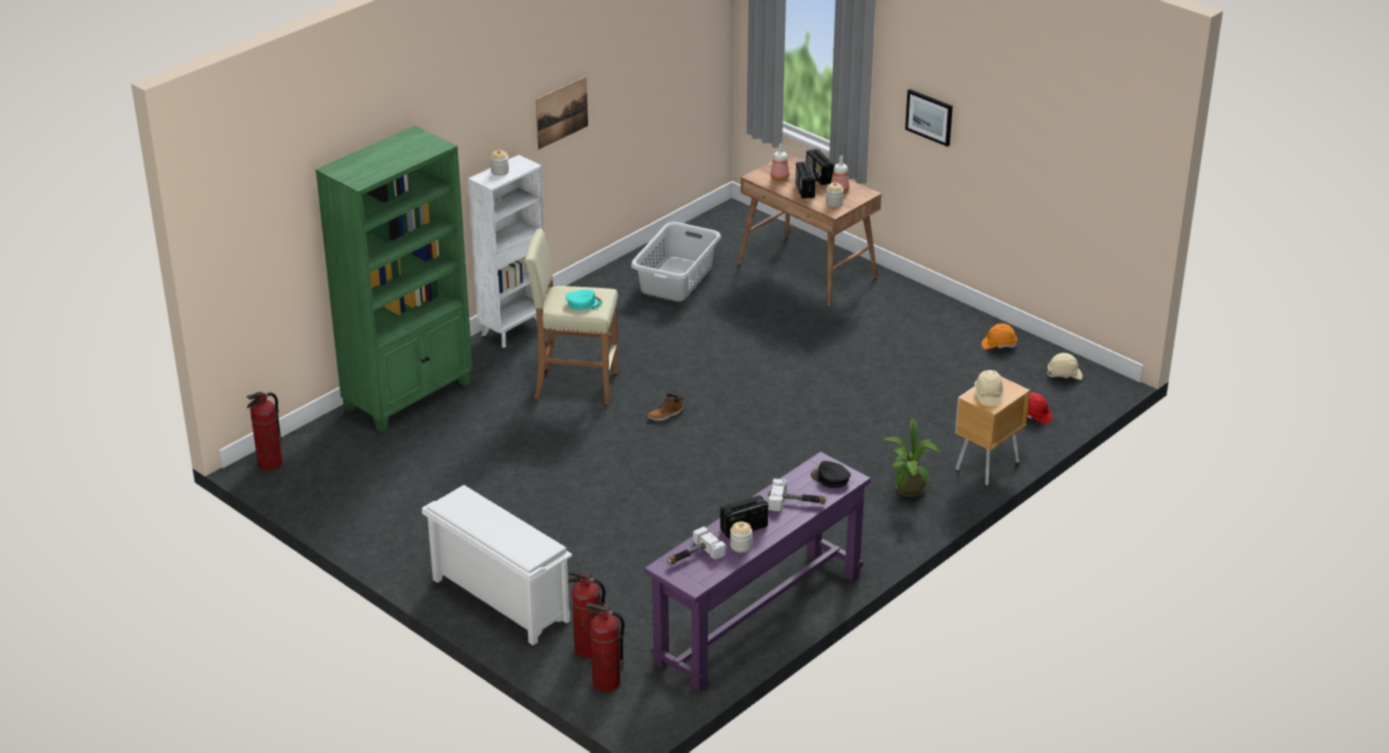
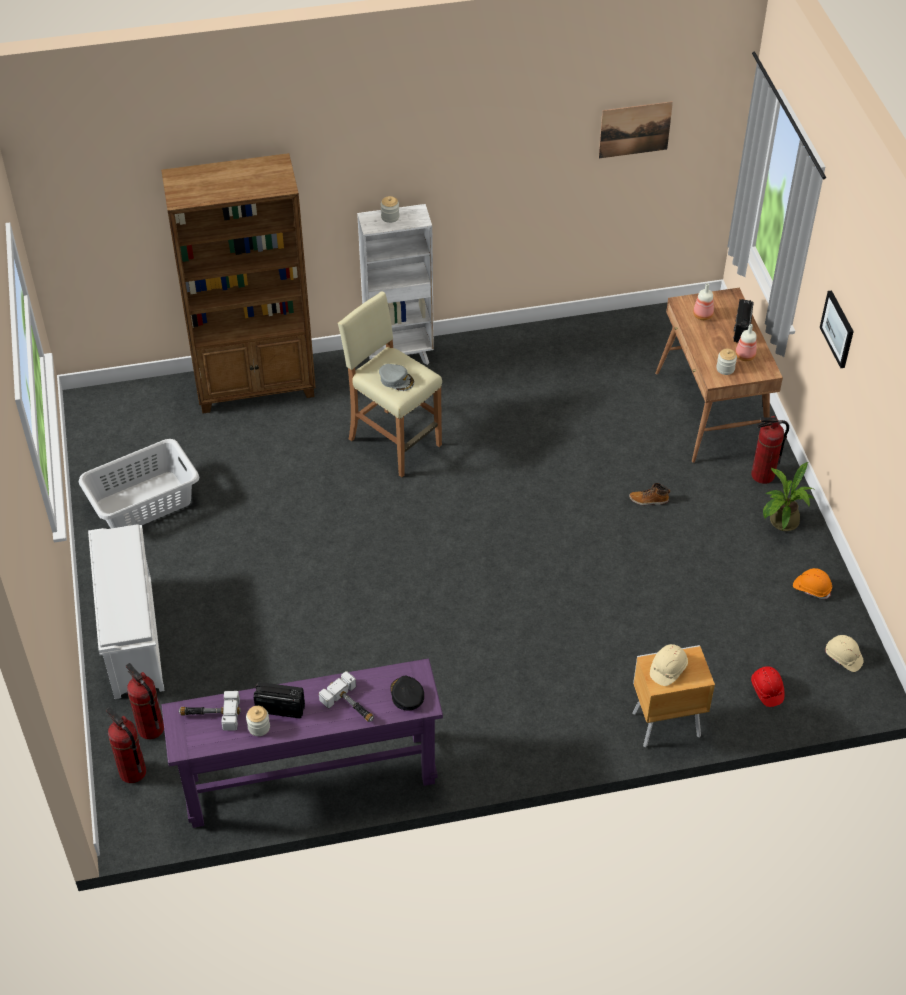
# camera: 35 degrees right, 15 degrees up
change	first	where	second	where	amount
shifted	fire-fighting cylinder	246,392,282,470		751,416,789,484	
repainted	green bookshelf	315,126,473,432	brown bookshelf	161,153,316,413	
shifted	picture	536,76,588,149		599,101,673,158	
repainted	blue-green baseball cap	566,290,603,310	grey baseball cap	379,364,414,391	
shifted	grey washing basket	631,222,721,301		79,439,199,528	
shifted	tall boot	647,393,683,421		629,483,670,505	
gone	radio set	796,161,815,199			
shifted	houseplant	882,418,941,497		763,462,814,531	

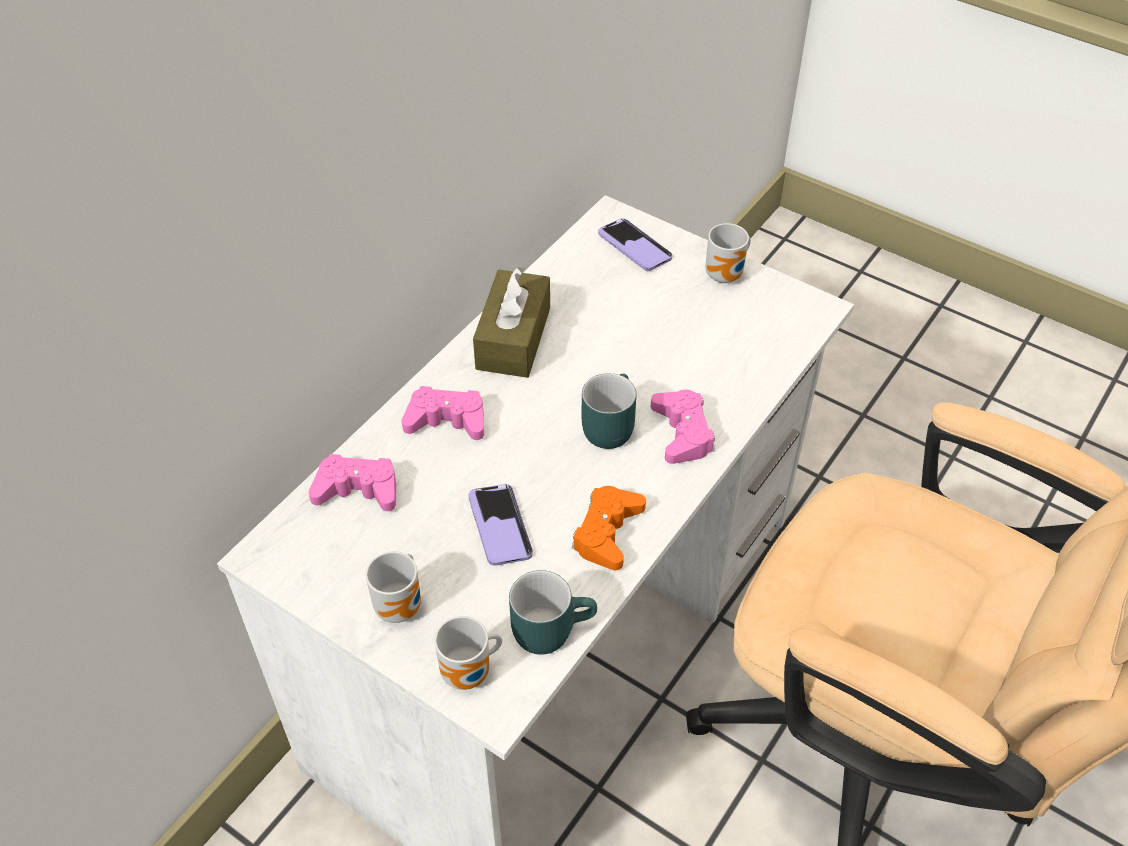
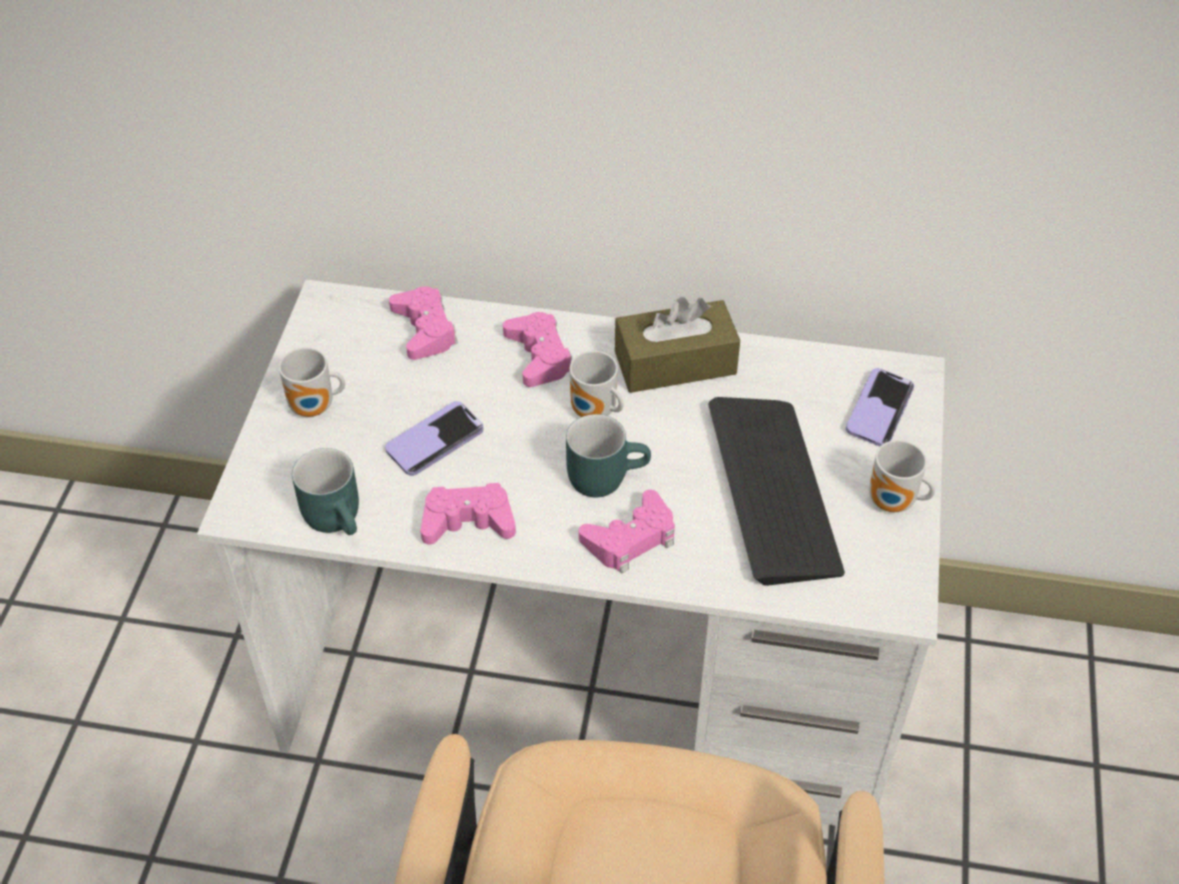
# camera: 65 degrees right, 0 degrees up
change	first	where	second	where	amount
shifted	mug	434,616,502,690		570,351,623,417	
repainted	orange-coloured joypad	572,486,646,570	pinkish joypad	420,483,516,545	
new			keyboard	708,397,845,586	

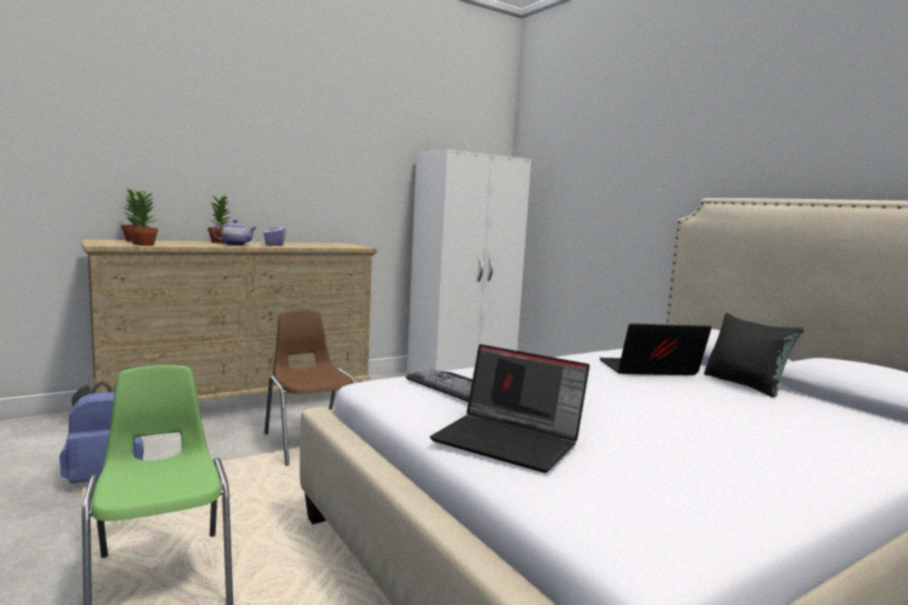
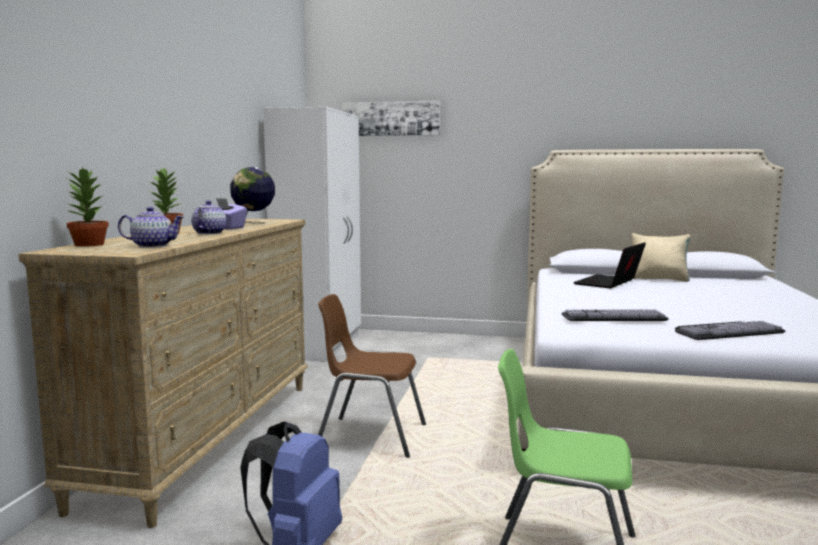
# camera: 45 degrees left, 0 degrees up
change	first	where	second	where	amount
swapped	houseplant	128,189,159,245	pot for tea	118,207,184,248	
swapped	laptop	430,344,590,473	keyboard	675,321,786,340	
repainted	black throw pillow	704,313,804,397	beige-coloured throw pillow	632,233,690,282	
new			desk globe	230,167,275,224	
new			picture	342,101,440,136	

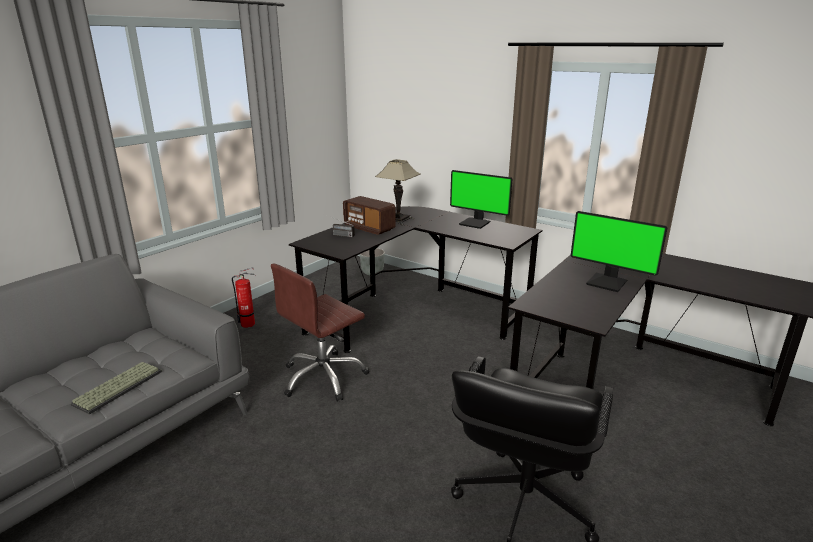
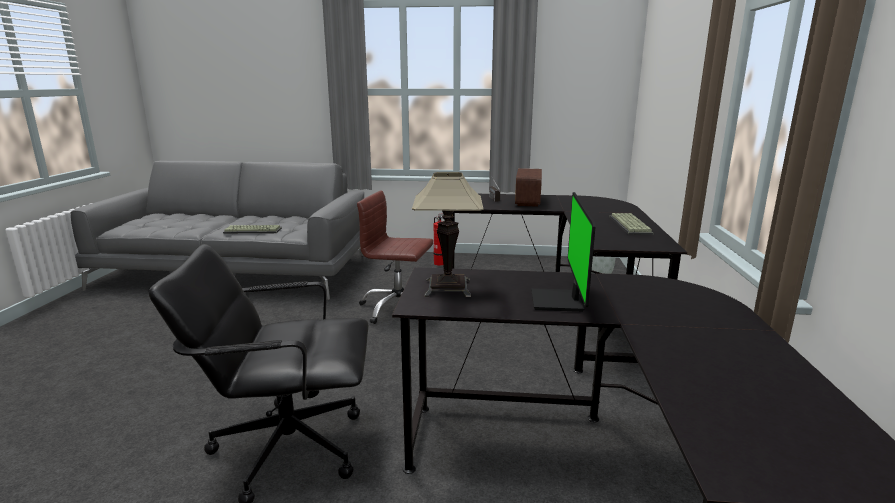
# camera: 60 degrees right, 5 degrees down
change	first	where	second	where	amount
shifted	tabletop lamp	375,159,421,225		412,172,483,297	
swapped	monitor	450,170,512,229	keyboard	610,213,653,235	

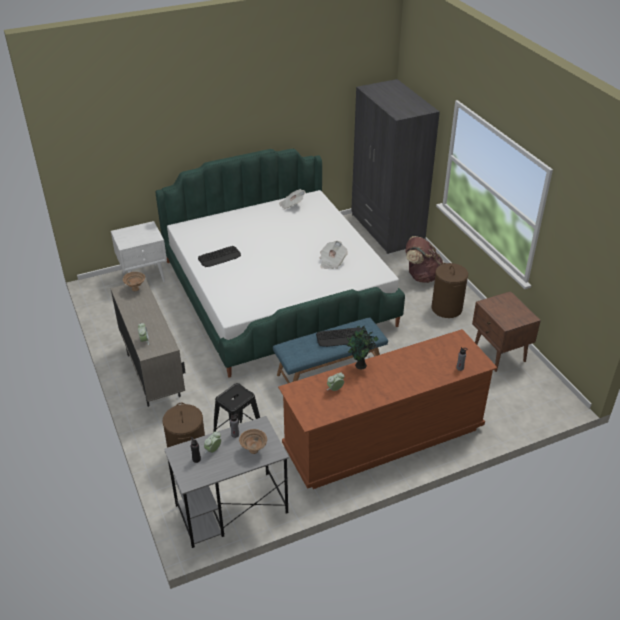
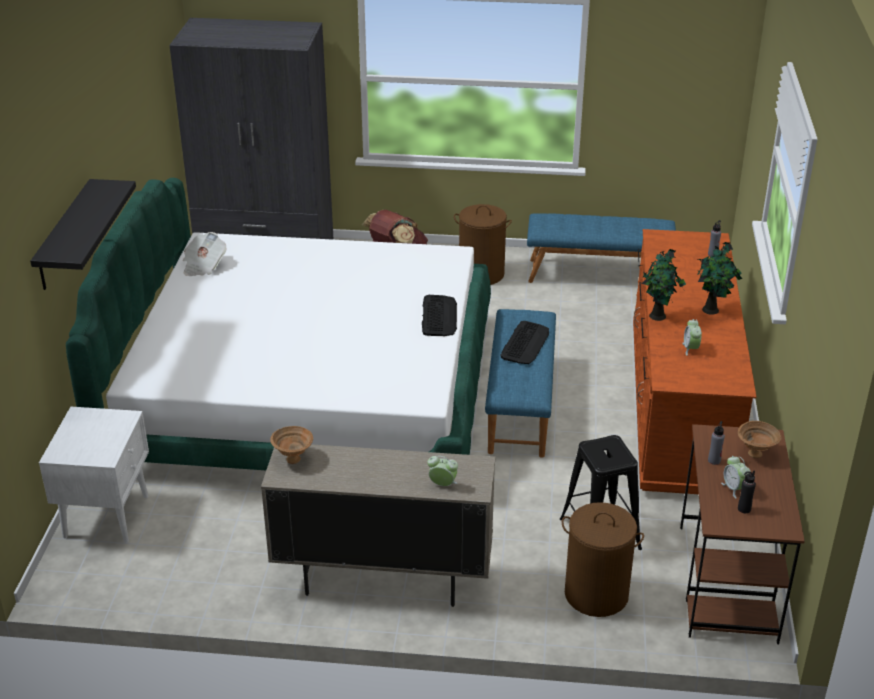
# camera: 60 degrees left, 5 degrees down
change	first	where	second	where	amount
repainted	grey desk unit	164,416,289,548	brown desk unit	680,424,805,644	
shifted	keyboard	198,246,241,267		422,295,457,336	
gone	daily paper	320,241,348,269			
swapped	brown nightstand	472,291,541,372	blue indoor bench	527,213,676,283	
new			black bracket shelf	30,179,136,290	
new			houseplant	697,242,742,315	

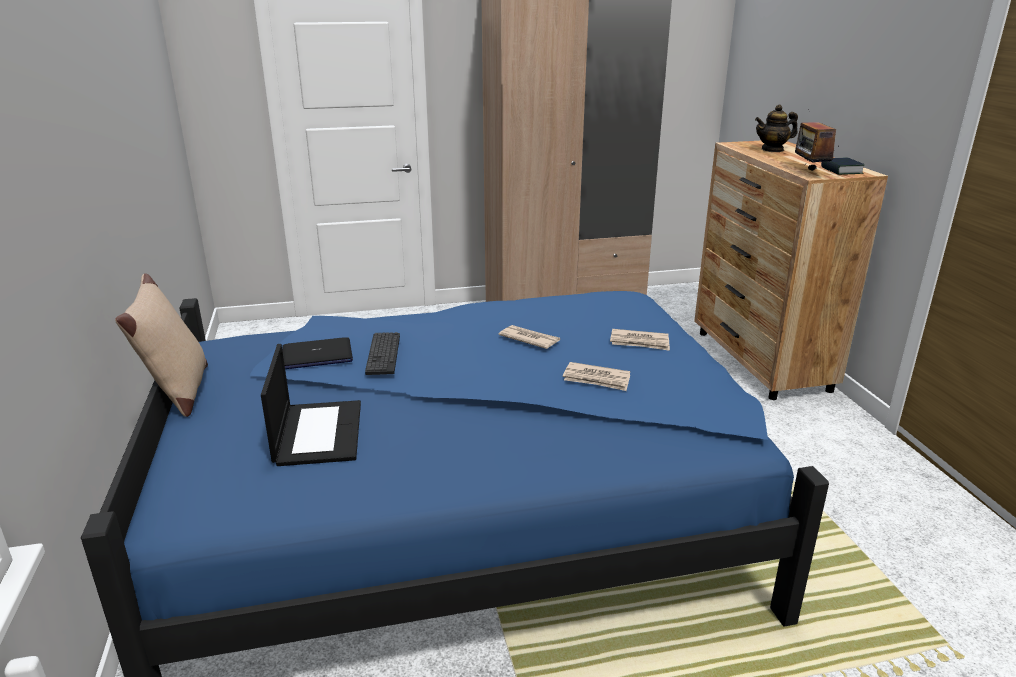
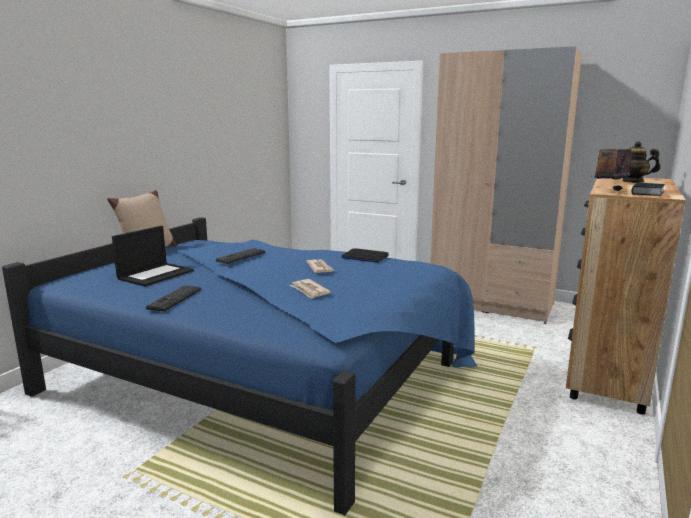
# camera: 40 degrees right, 10 degrees down
change	first	where	second	where	amount
shifted	laptop	282,337,353,369		341,248,389,263	
gone	daily paper	610,329,670,351			
new			keyboard	146,285,201,311	

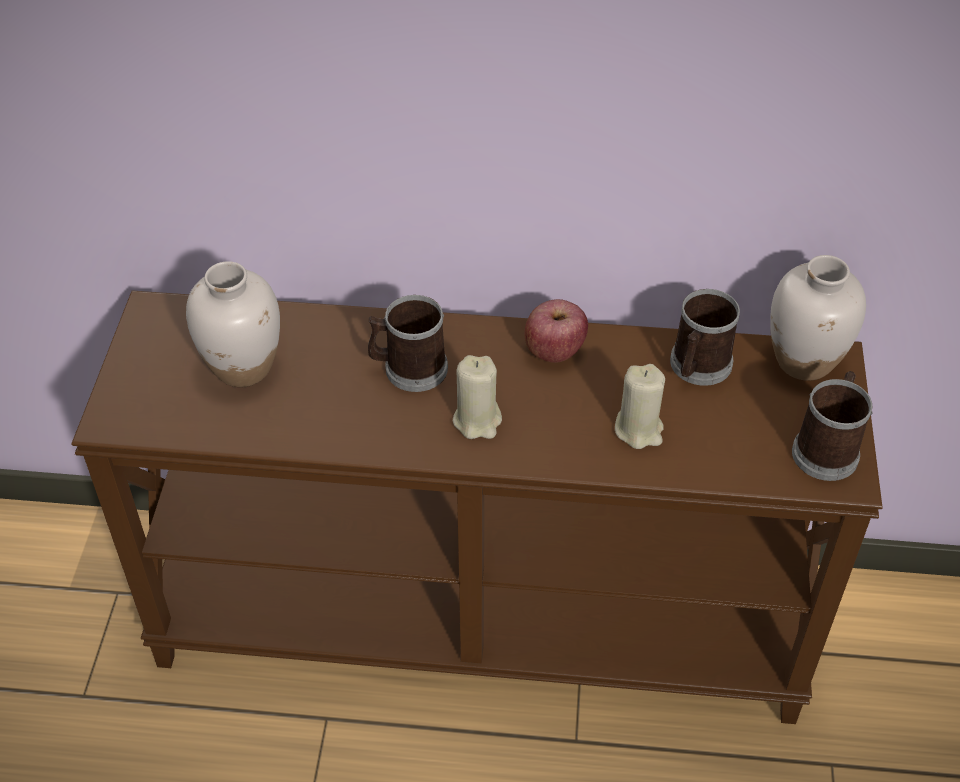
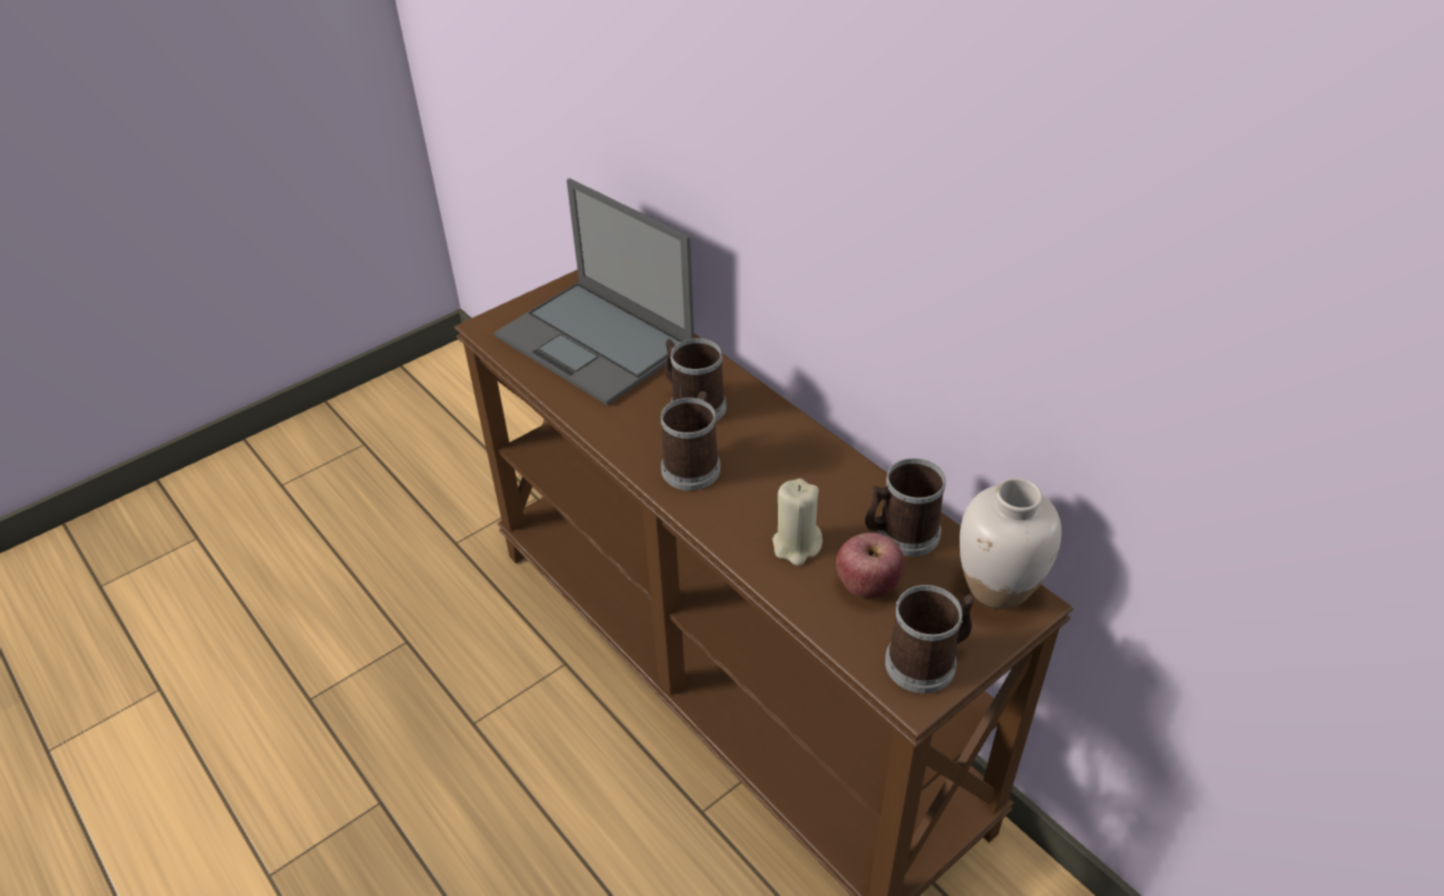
# camera: 45 degrees right, 5 degrees down
change	first	where	second	where	amount
swapped	whitish decorative vase	186,261,280,387	laptop	494,178,694,405	
swapped	beige-coloured wax candle	453,355,502,439	mug	661,391,721,491	
shifted	whole apple	524,299,588,363		836,532,904,598	

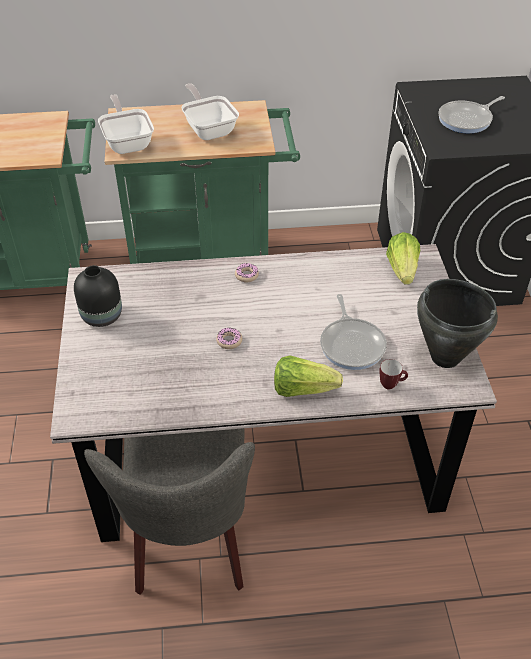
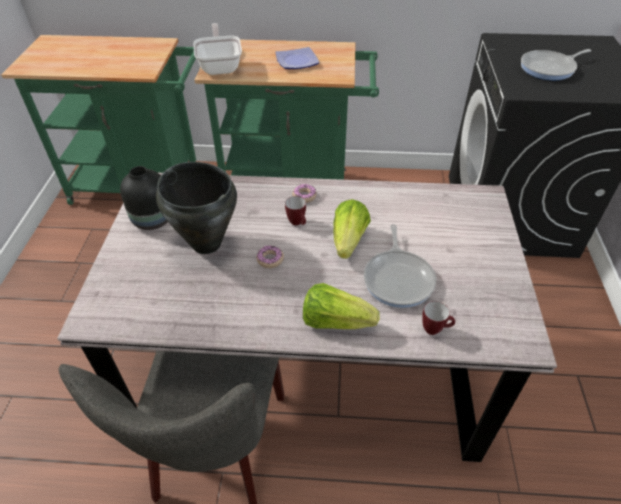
# camera: 10 degrees right, 0 degrees up
change	first	where	second	where	amount
swapped	frying pan	181,83,239,140	dinner plate	275,47,319,69	
shifted	lettuce	386,232,420,285		333,199,371,259	
shifted	black stockpot	417,279,498,368		156,162,237,254	
new			mug	285,196,306,225	

